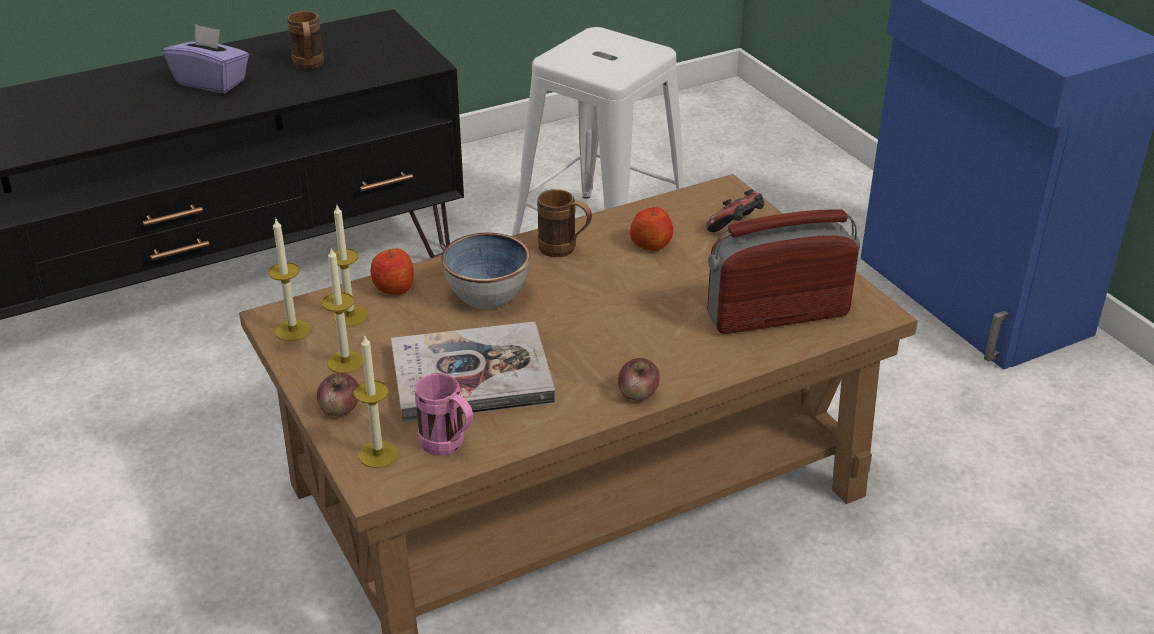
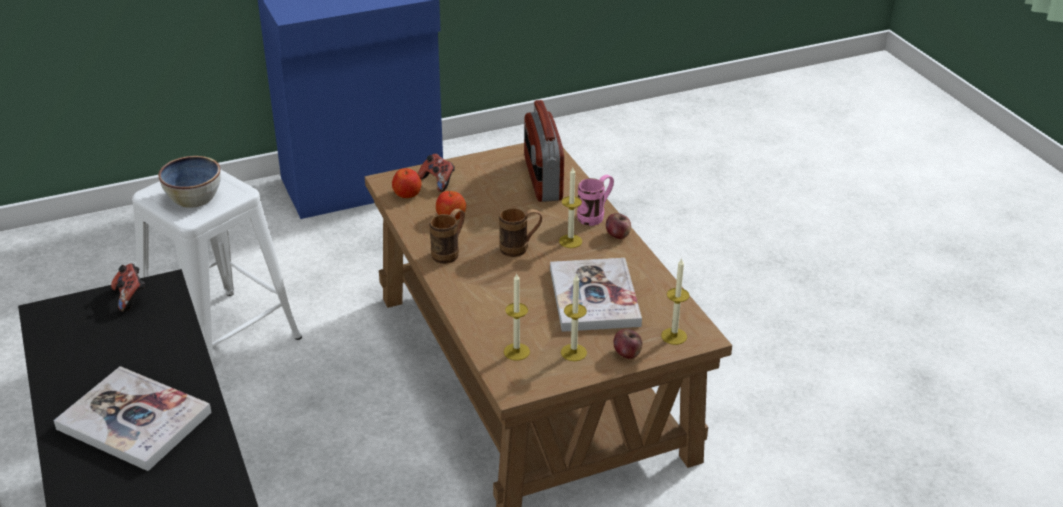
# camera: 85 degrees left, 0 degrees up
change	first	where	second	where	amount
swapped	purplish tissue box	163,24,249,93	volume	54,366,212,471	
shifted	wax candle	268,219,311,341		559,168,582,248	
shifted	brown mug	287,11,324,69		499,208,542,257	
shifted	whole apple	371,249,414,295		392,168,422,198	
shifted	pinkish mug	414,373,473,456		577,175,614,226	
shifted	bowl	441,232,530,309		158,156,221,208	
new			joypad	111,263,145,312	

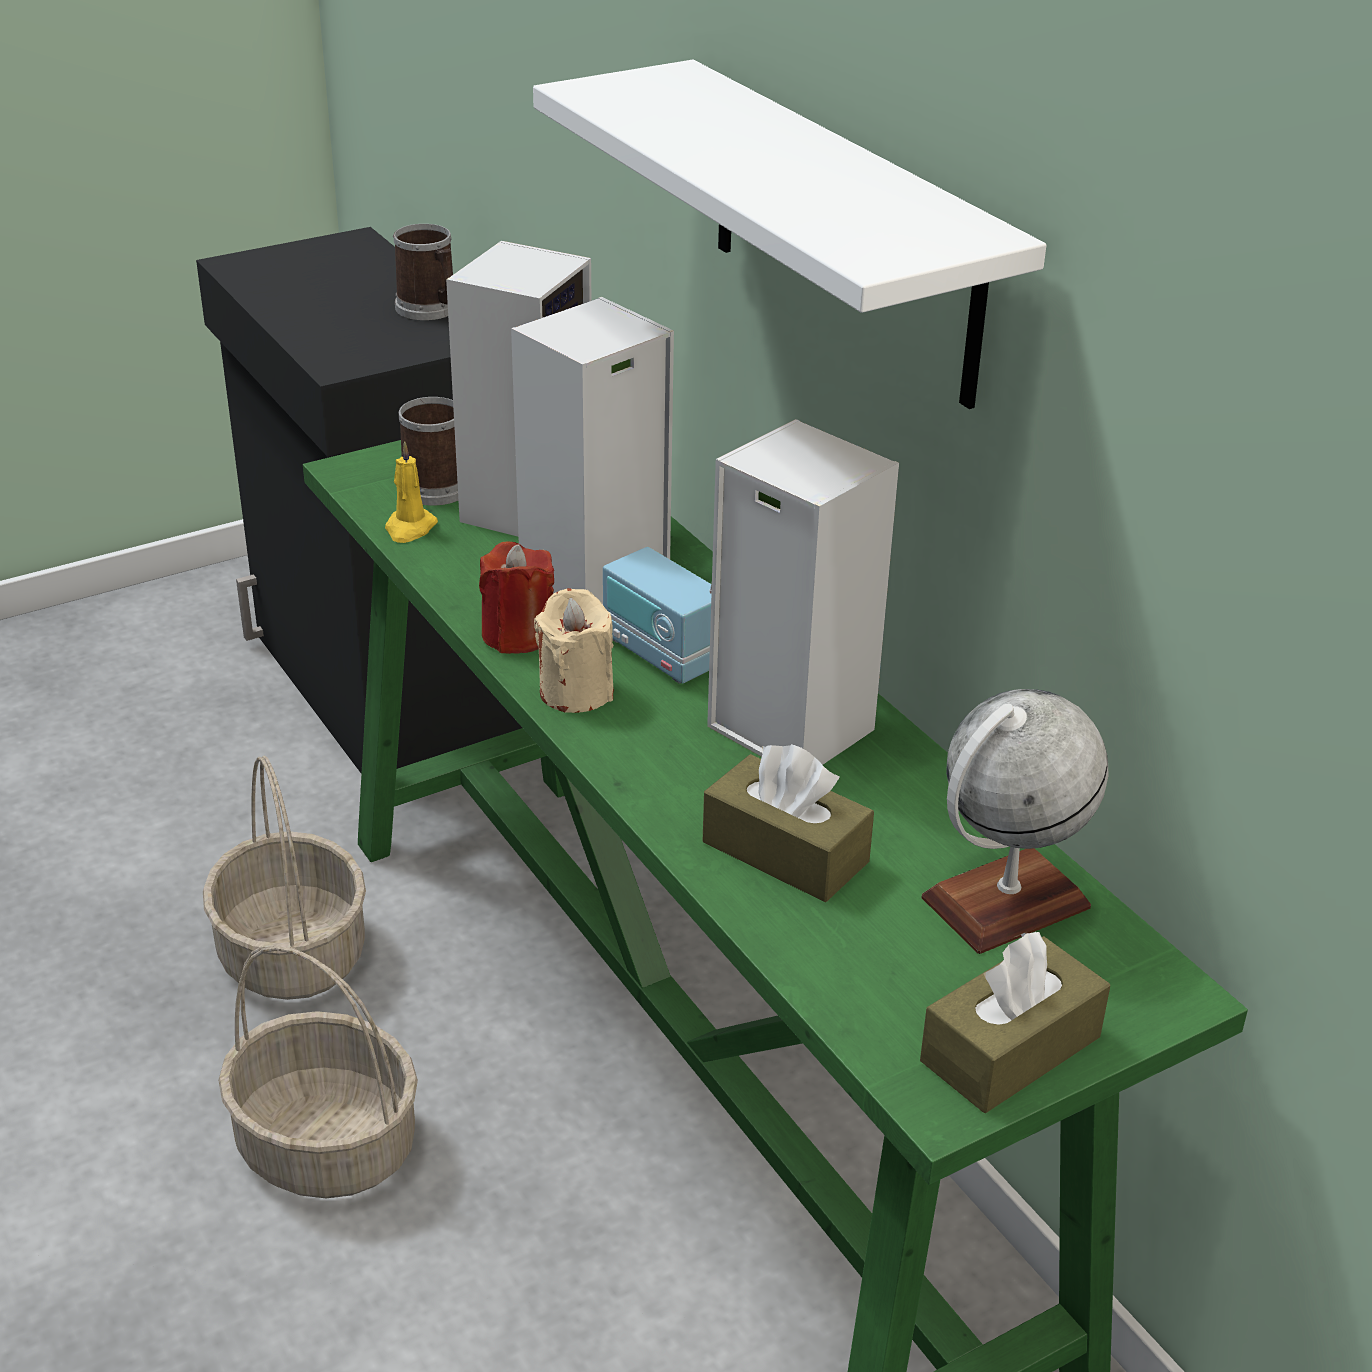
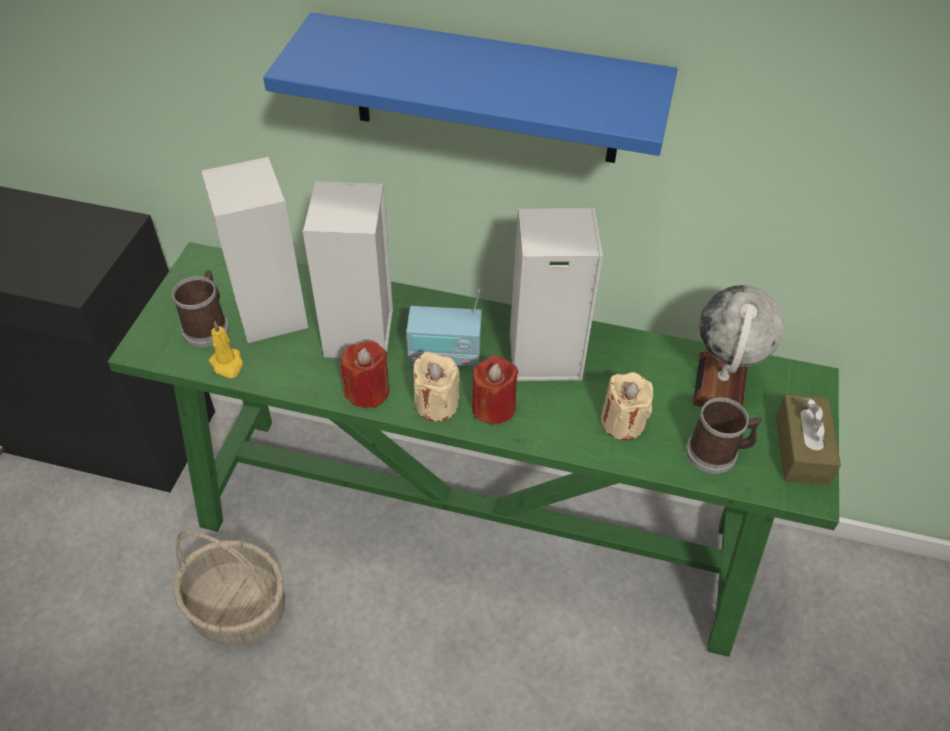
# camera: 45 degrees left, 15 degrees up
change	first	where	second	where	amount
gone	basket	218,945,418,1198			
shifted	mug	393,224,453,320		686,397,762,474	
repainted	whitish bracket shelf	533,60,1046,409	blue bracket shelf	263,12,678,163	
swapped	brown tissue box	703,744,874,902	beige-coloured wax candle	601,372,653,440	
new			red wax candle	472,355,519,424	

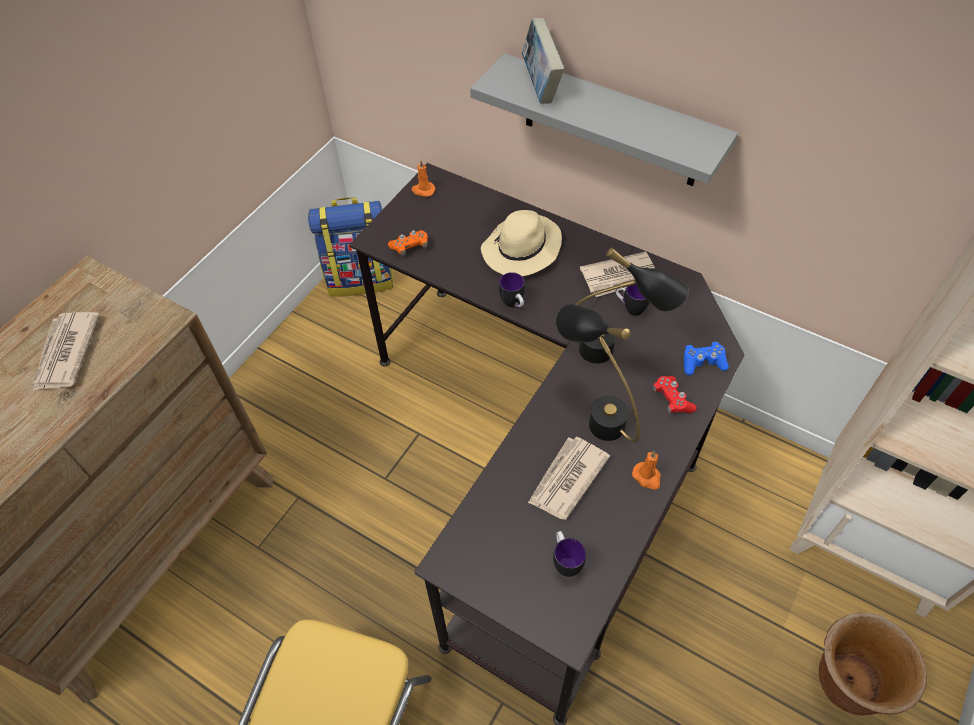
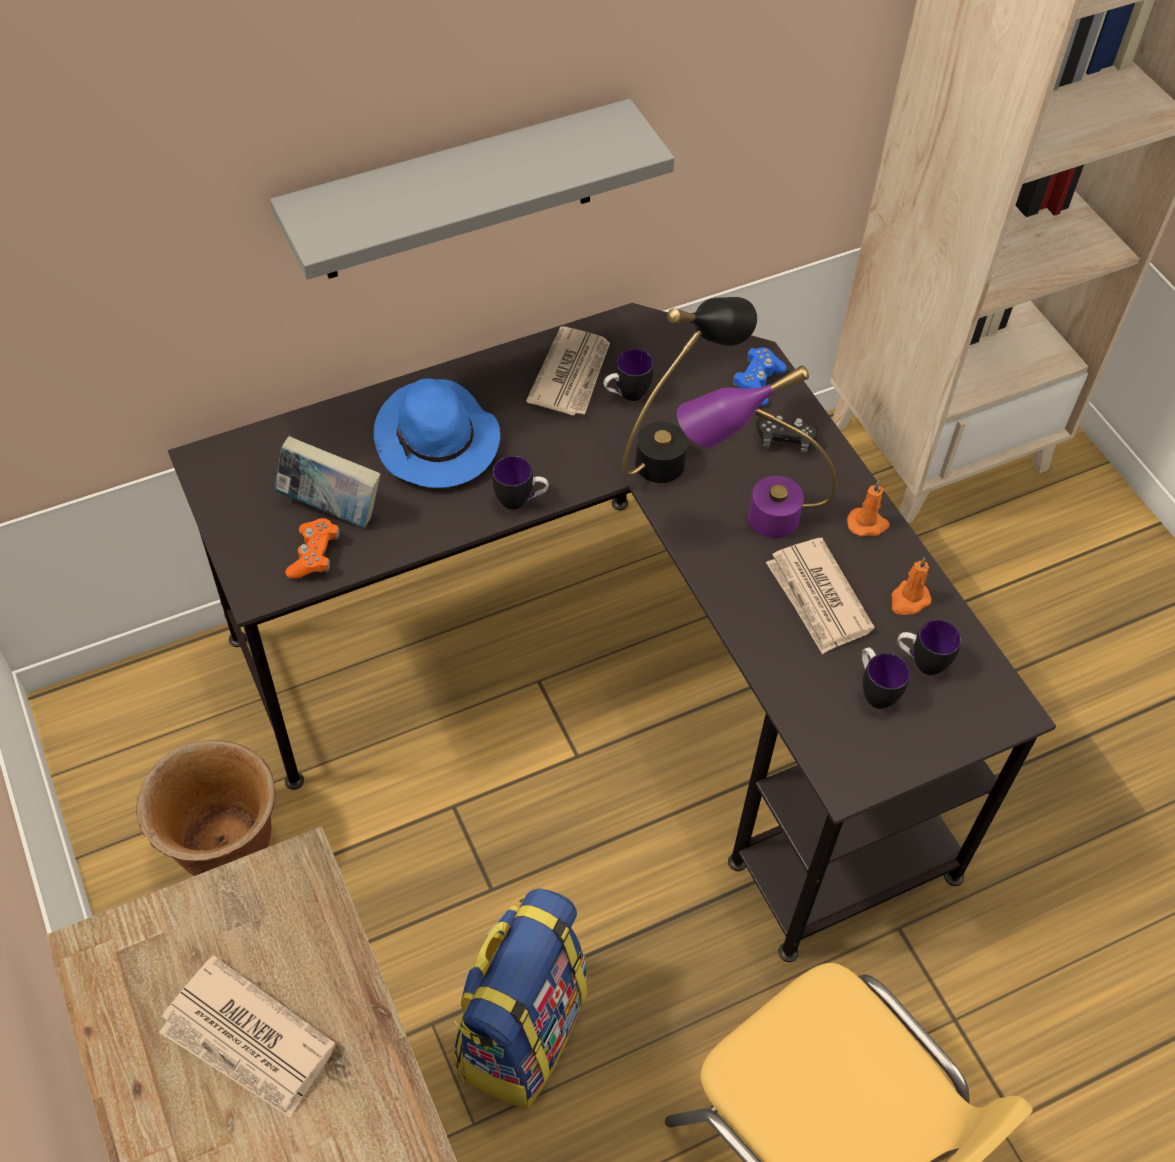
# camera: 60 degrees left, 0 degrees up
change	first	where	second	where	amount
shifted	knapsack	308,197,393,297		454,888,587,1110	
shifted	orange-coloured wax candle	412,160,436,197		891,557,932,615	
repainted	beige-coloured hat	481,210,562,276	blue hat	374,378,500,488	
shifted	volume	522,18,564,104		275,436,381,528	
repainted	black tabletop lamp	556,304,640,442	purplish tabletop lamp	677,365,837,538	
repainted	red joypad	653,376,697,414	black joypad	756,416,819,452	
shifted	brown plant pot	819,612,927,715		136,740,275,876	
new			mug	862,647,910,709	

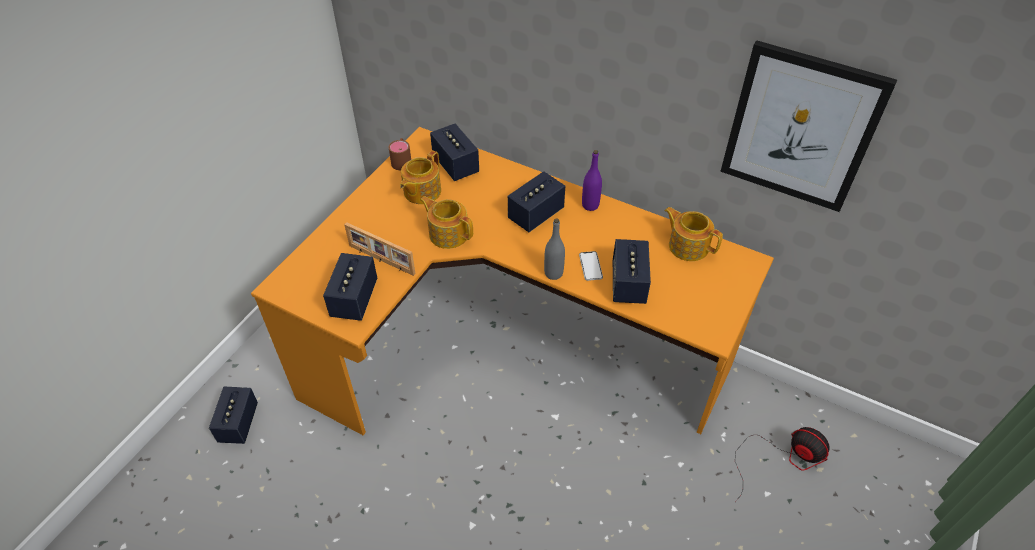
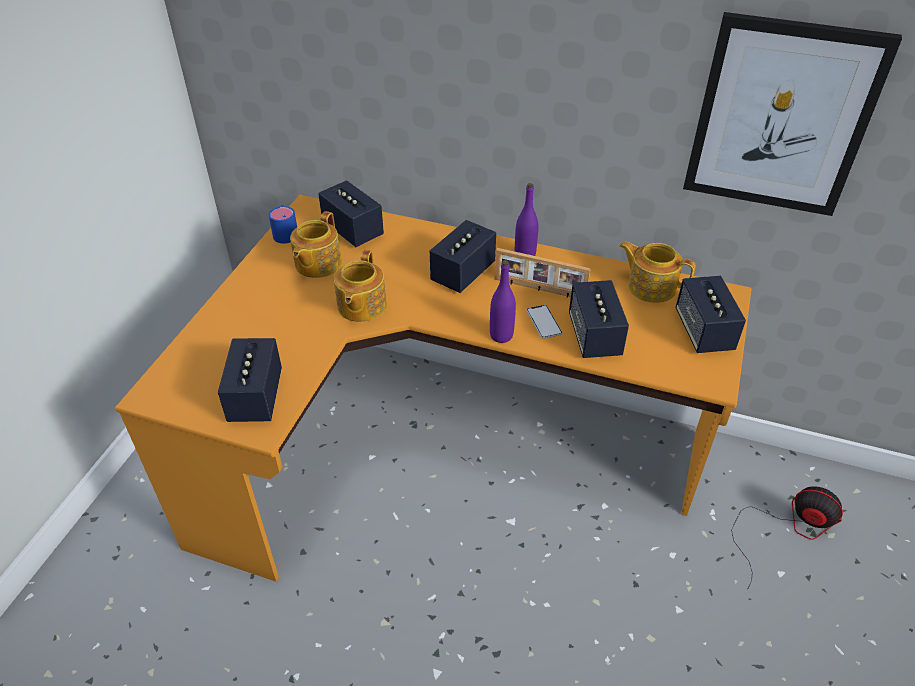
# camera: 10 degrees left, 5 degrees down
change	first	where	second	where	amount
shifted	speaker	209,387,258,444		675,276,746,353	
shifted	picture frame	344,222,415,276		495,248,591,297	
repainted	brown mug	388,138,411,170	blue mug	269,205,297,244	
rotated	pot for tea	420,196,473,249		334,250,387,322	105 degrees counterclockwise
repainted	grey beverage bottle	544,218,565,280	purplish beverage bottle	490,260,516,343	

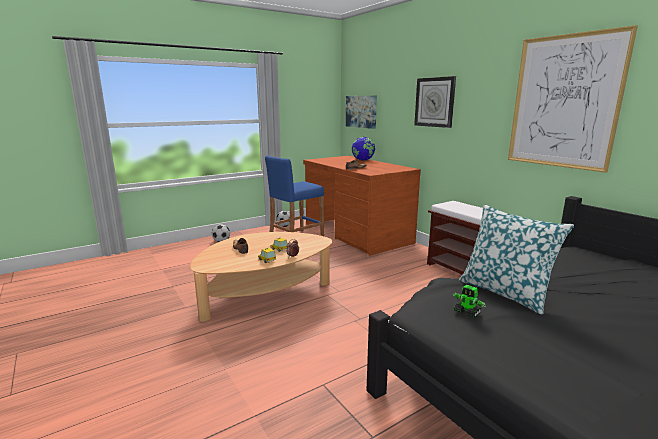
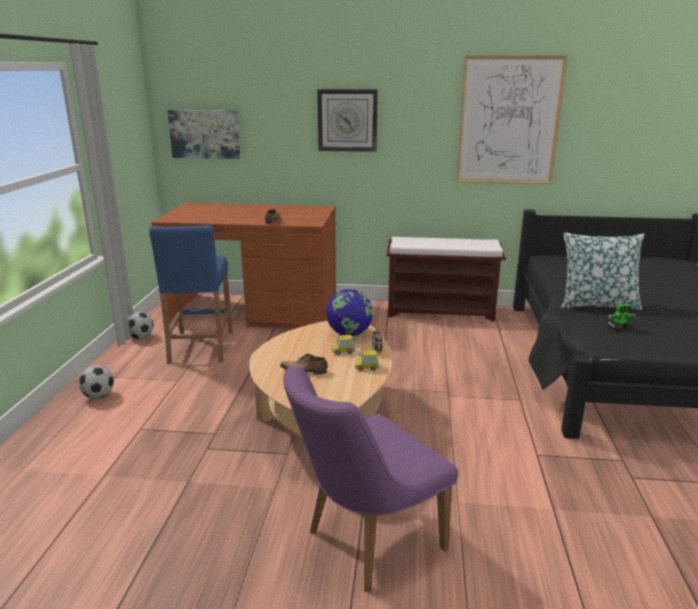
# camera: 50 degrees left, 5 degrees up
change	first	where	second	where	amount
shifted	desk globe	352,137,375,161		326,289,373,336	
new			purplish upright chair	283,366,458,592	

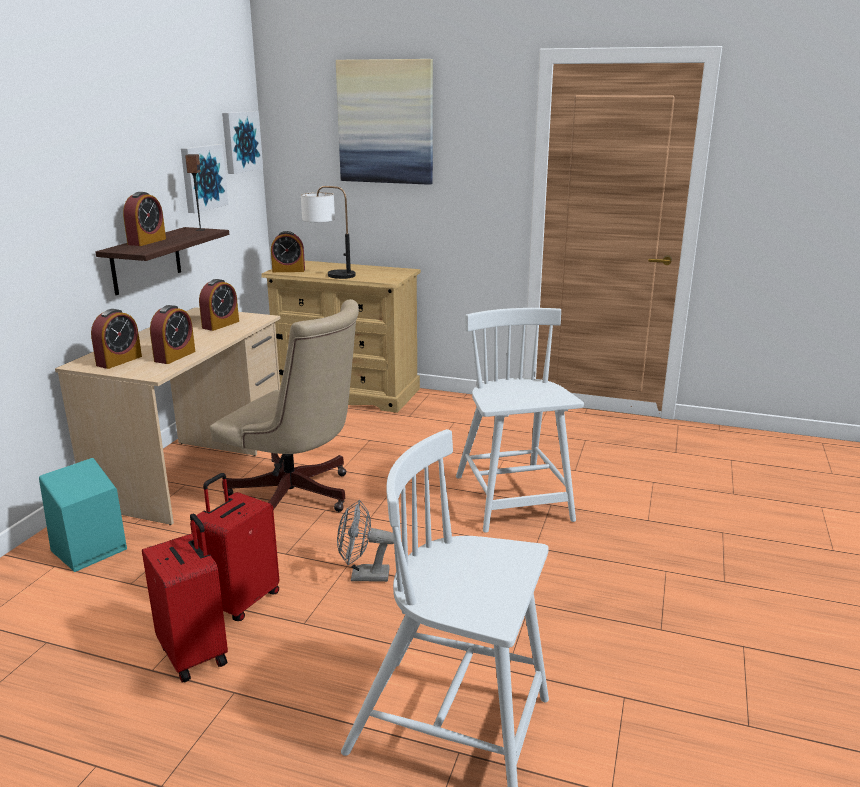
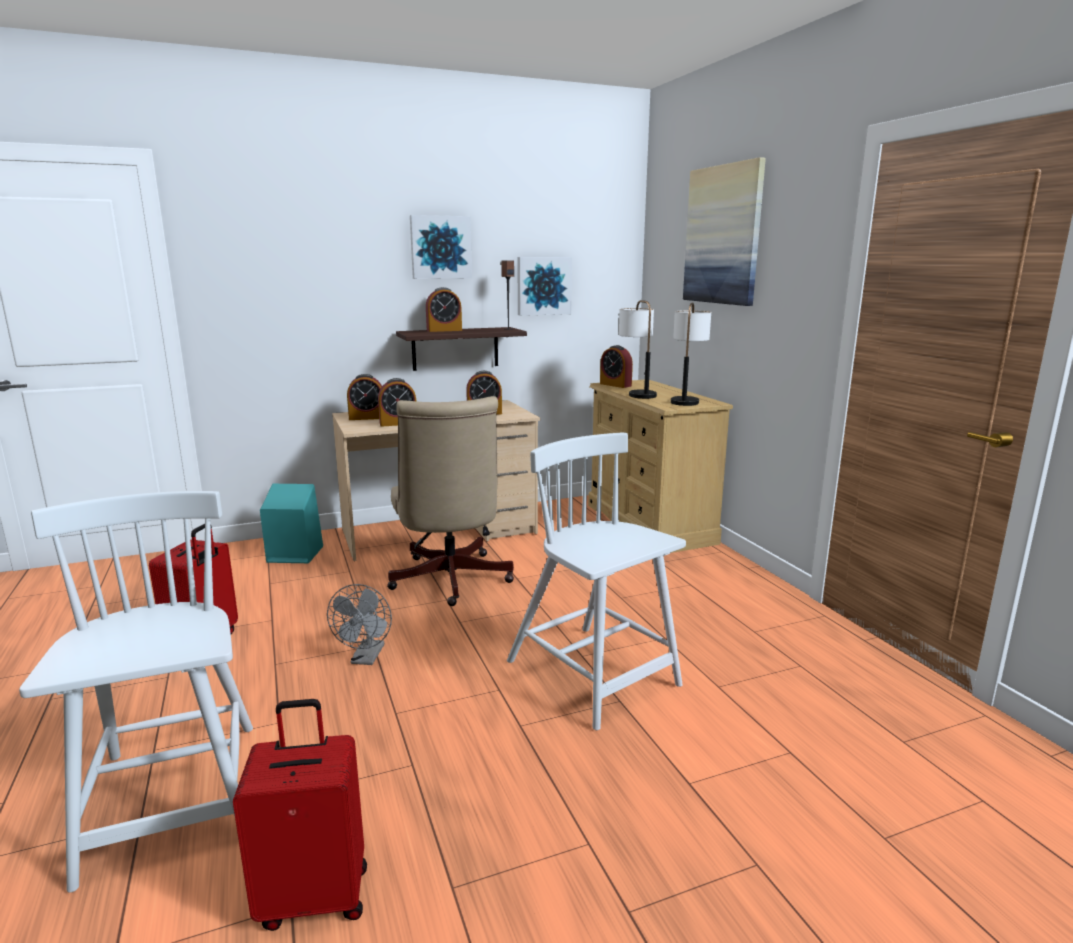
# camera: 50 degrees right, 5 degrees down
change	first	where	second	where	amount
shifted	red travel case	190,473,279,621		233,699,367,931	
shifted	picture	222,111,263,174		410,215,472,279	
rotated	grey fan	337,500,394,582		327,584,392,665	135 degrees counterclockwise
rotated	whitish upright chair	456,308,584,533		507,432,686,730	75 degrees counterclockwise
new			tabletop lamp	671,302,711,406	

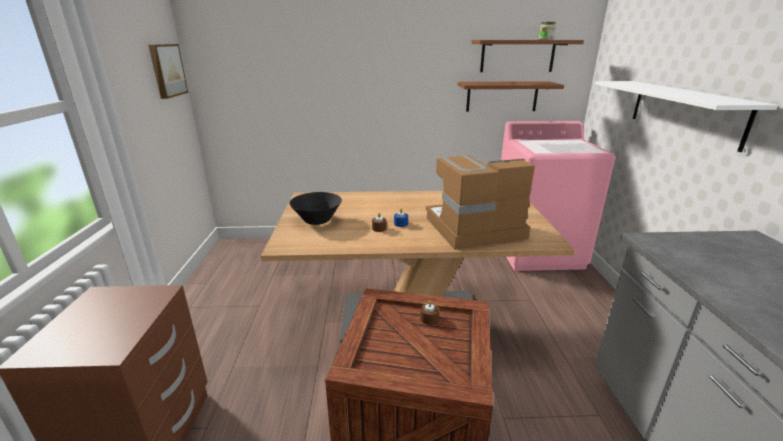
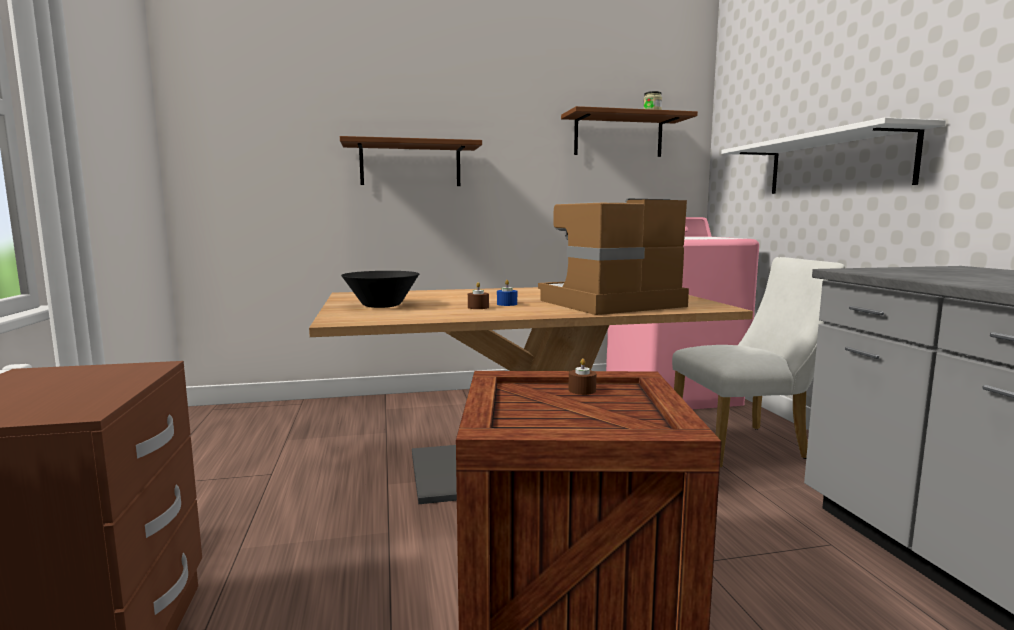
# camera: 10 degrees left, 15 degrees down
change	first	where	second	where	amount
gone	picture	148,44,188,99			
shifted	brown bracket shelf	458,81,564,112		340,136,482,186	
new			whitish upright chair	672,257,846,467	

